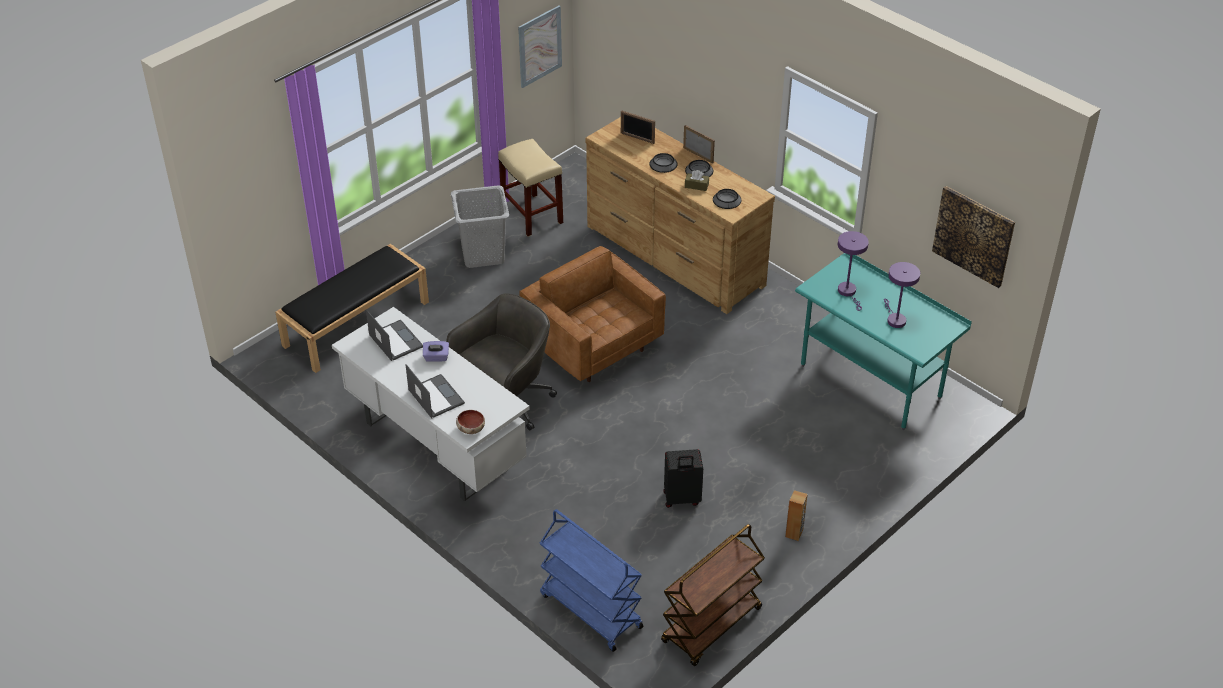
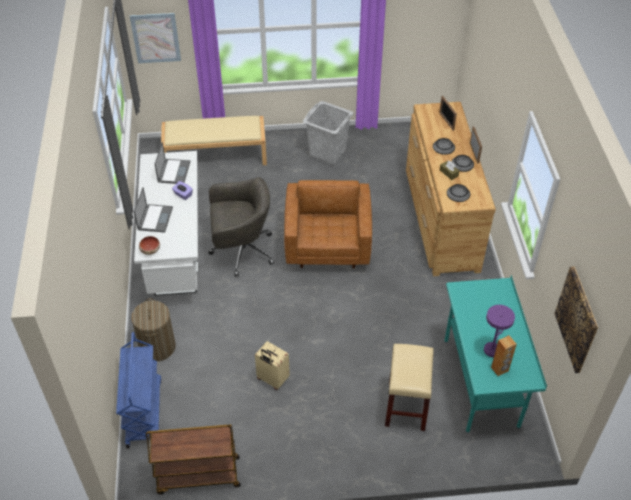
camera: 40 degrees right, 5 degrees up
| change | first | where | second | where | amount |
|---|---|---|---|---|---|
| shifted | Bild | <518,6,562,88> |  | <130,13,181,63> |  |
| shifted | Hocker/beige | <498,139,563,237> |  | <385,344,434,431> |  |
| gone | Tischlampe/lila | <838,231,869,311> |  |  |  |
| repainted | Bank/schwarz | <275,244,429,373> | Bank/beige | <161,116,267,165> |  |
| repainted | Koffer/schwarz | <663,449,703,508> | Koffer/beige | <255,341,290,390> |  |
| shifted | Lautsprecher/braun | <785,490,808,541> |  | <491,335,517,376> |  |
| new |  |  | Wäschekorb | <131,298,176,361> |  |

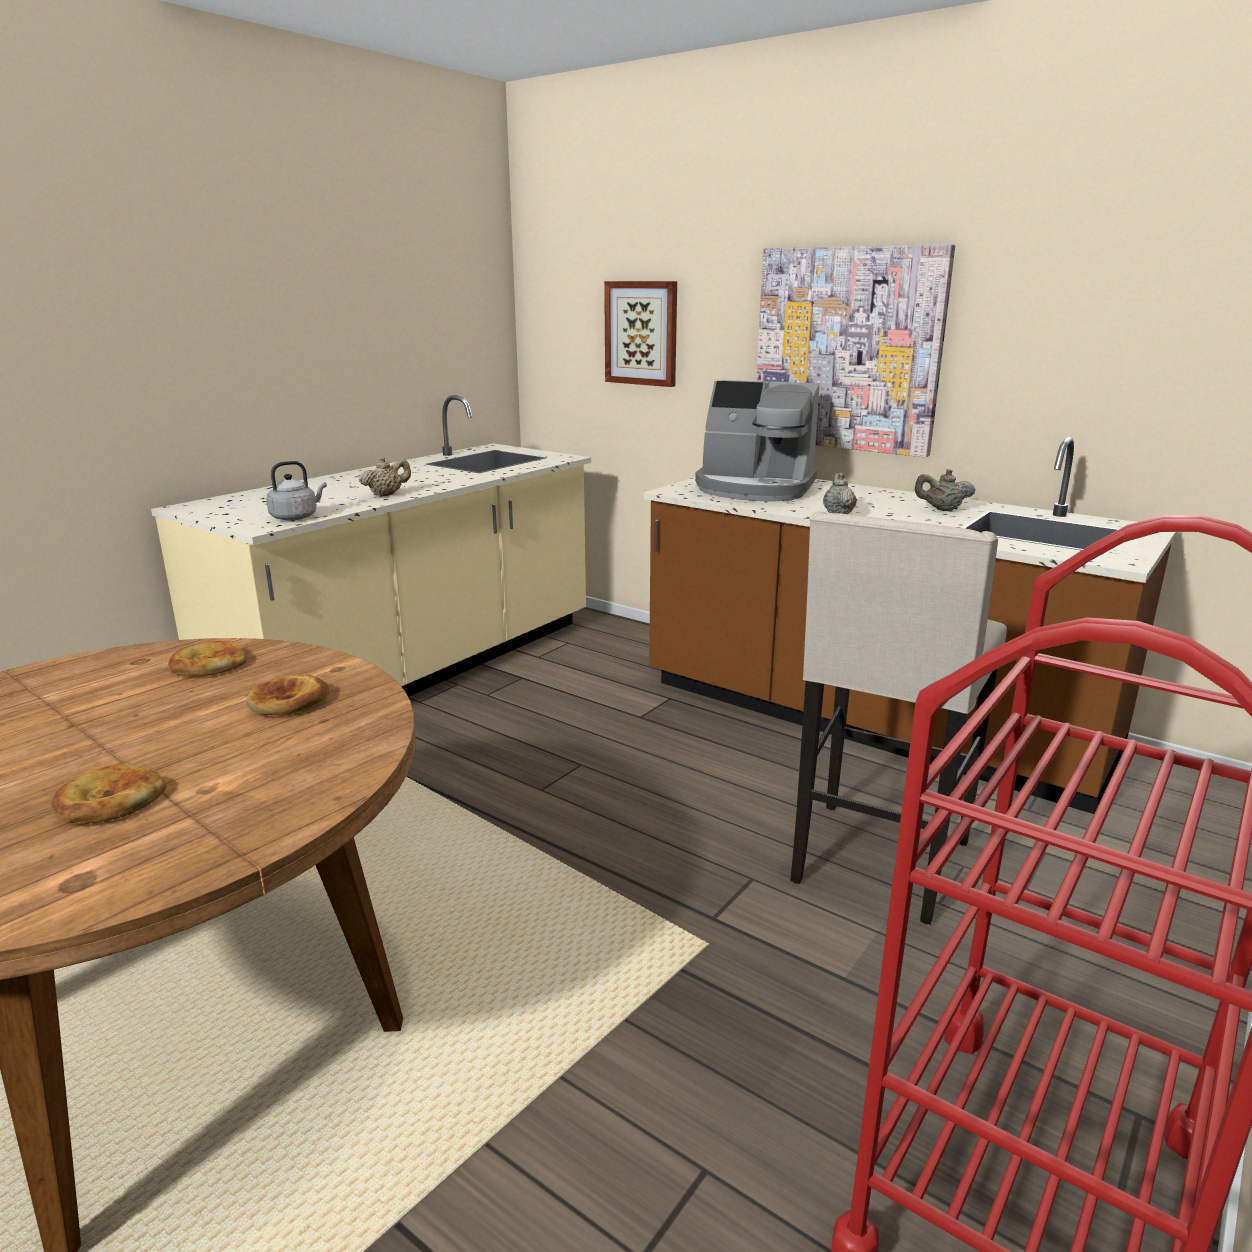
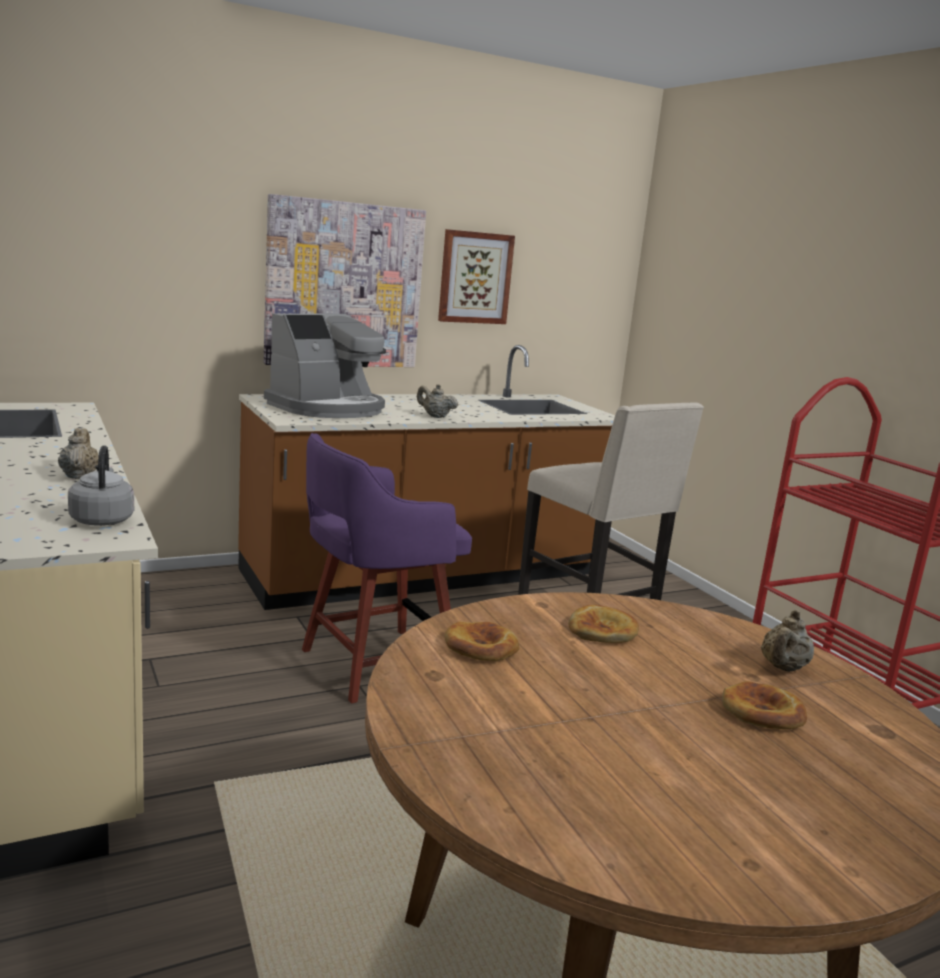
camera: 65 degrees left, 5 degrees down
| change | first | where | second | where | amount |
|---|---|---|---|---|---|
| shifted | Bild | <604,281,677,387> |  | <438,229,515,324> |  |
| shifted | Teekanne/beige | <915,469,976,511> |  | <761,610,814,672> |  |
| new |  |  | Hocker/lila | <302,433,472,704> |  |

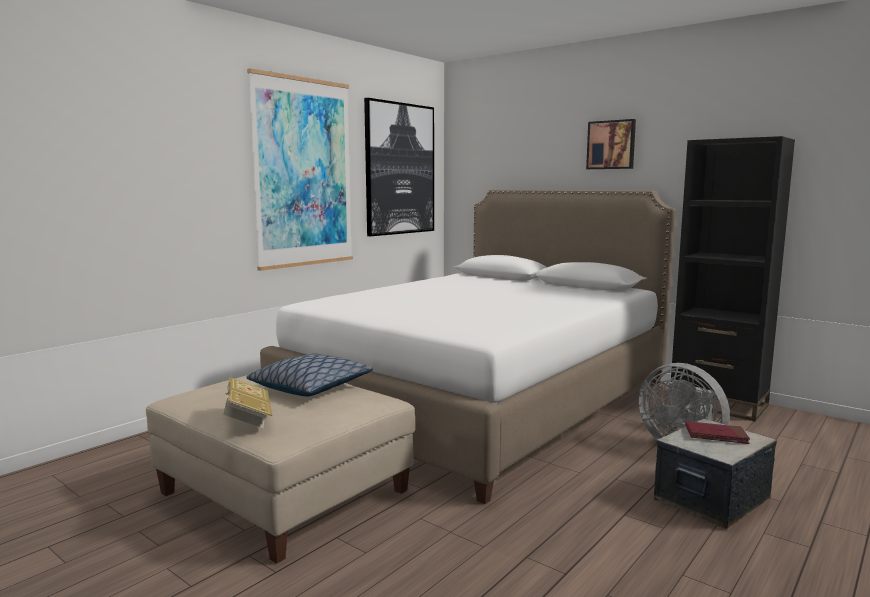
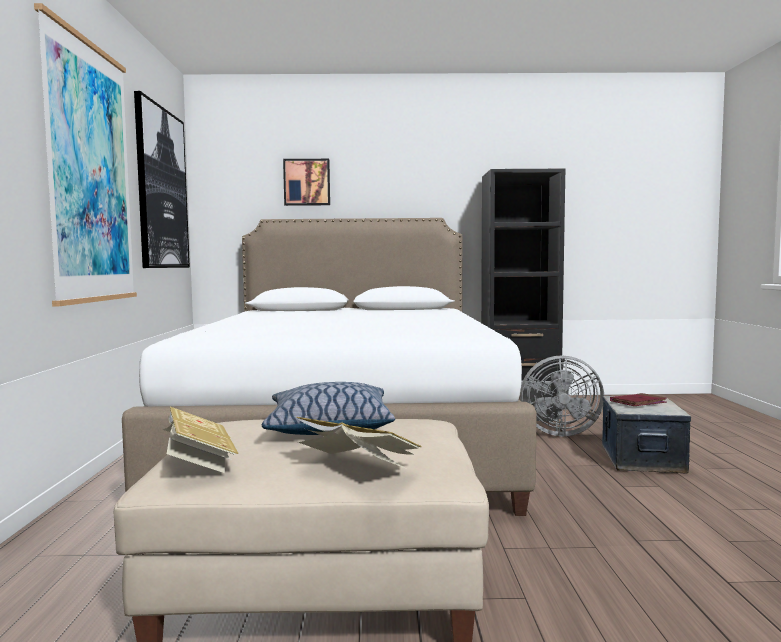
camera: 40 degrees left, 5 degrees down
| change | first | where | second | where | amount |
|---|---|---|---|---|---|
| shifted | Bild | <586,119,636,169> |  | <283,159,330,206> |  |
| new |  |  | Buch | <162,407,239,473> |  |

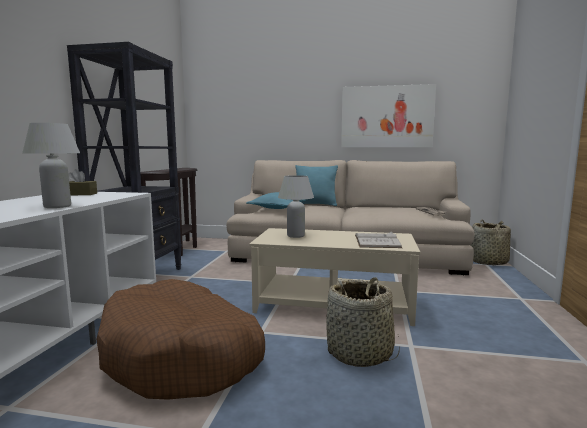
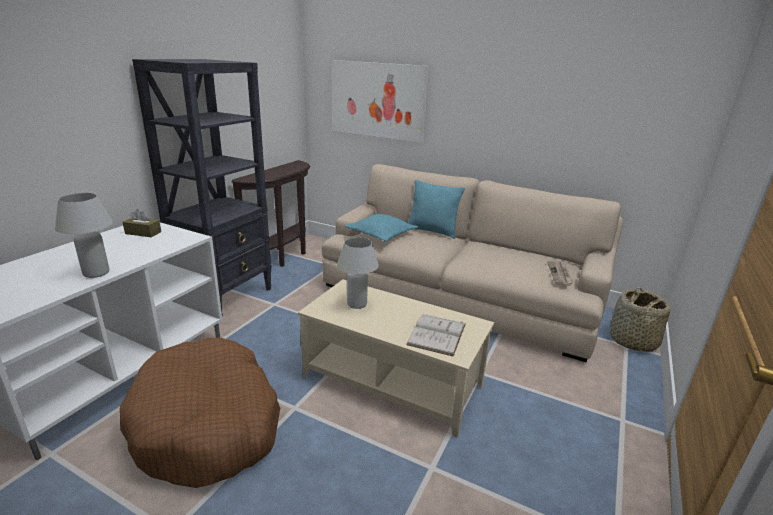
camera: 15 degrees right, 15 degrees up
| change | first | where | second | where | amount |
|---|---|---|---|---|---|
| shifted | Bild | <341,84,436,147> |  | <331,60,429,143> |  |
| gone | Korb | <326,277,400,367> |  |  |  |

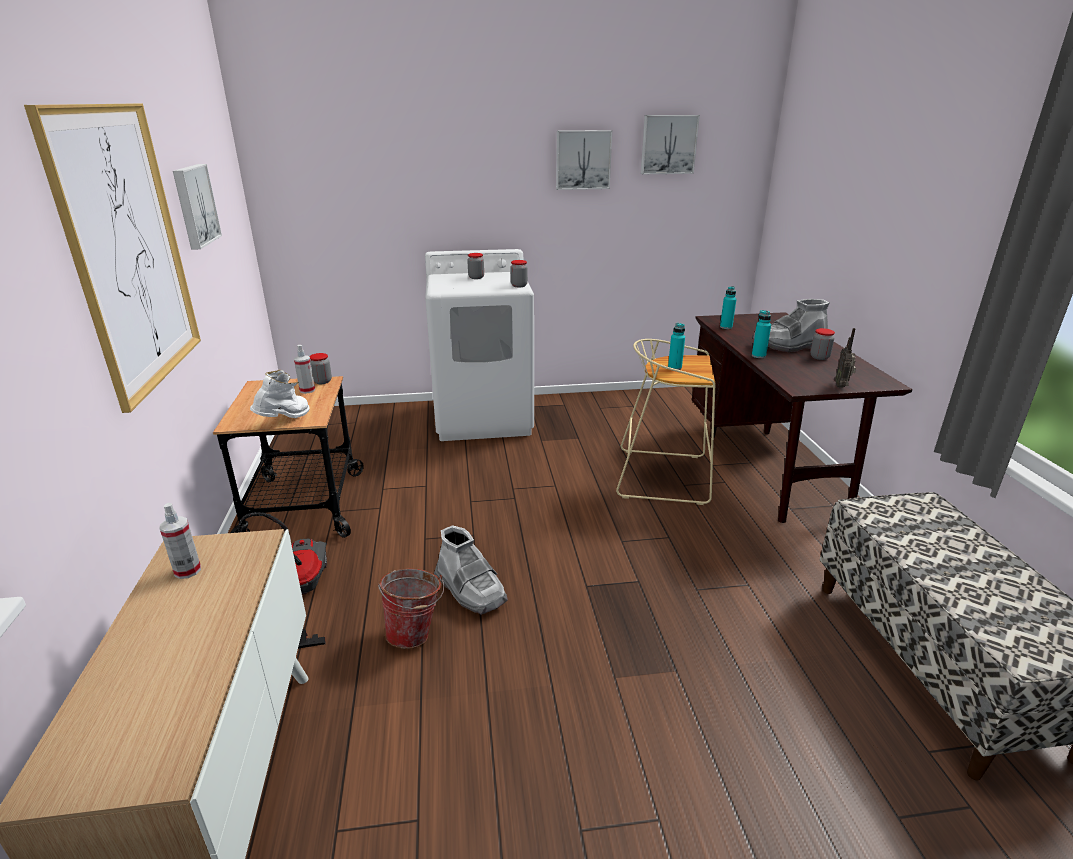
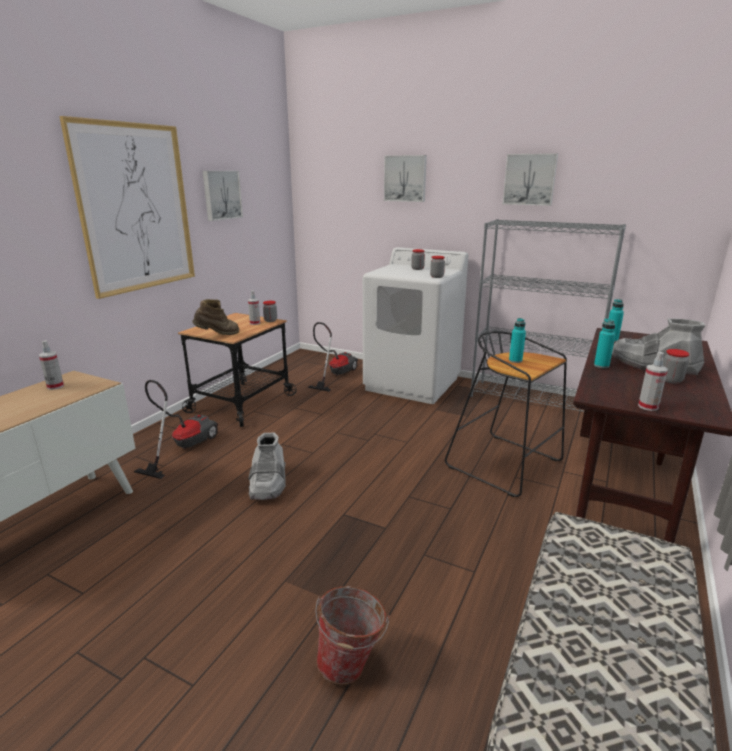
camera: 35 degrees right, 5 degrees down
| change | first | where | second | where | amount |
|---|---|---|---|---|---|
| shifted | Bild | <641,115,700,174> |  | <384,155,427,202> |  |
| swapped | Radio | <835,328,856,388> | Sprühflasche | <638,352,668,411> |  |
| repainted | Hocker/beige | <616,339,716,505> | Hocker/schwarz | <445,331,567,497> |  |
| repainted | Stiefel/weiß | <250,370,310,418> | Stiefel/braun | <192,299,239,335> |  |
| shifted | Eimer | <378,568,444,649> |  | <315,586,390,685> |  |
| new |  |  | Bücherregal/grau | <471,219,626,412> |  |
| new |  |  | Staubsauger | <308,322,358,392> |  |

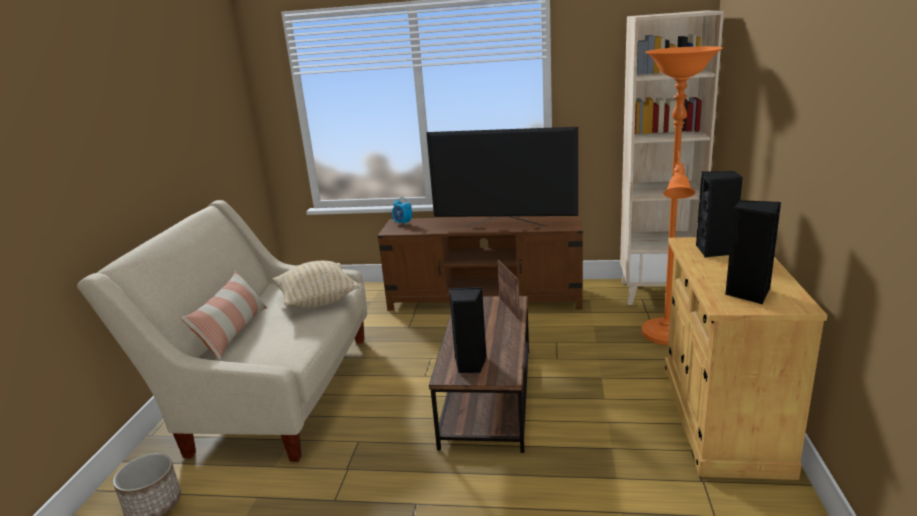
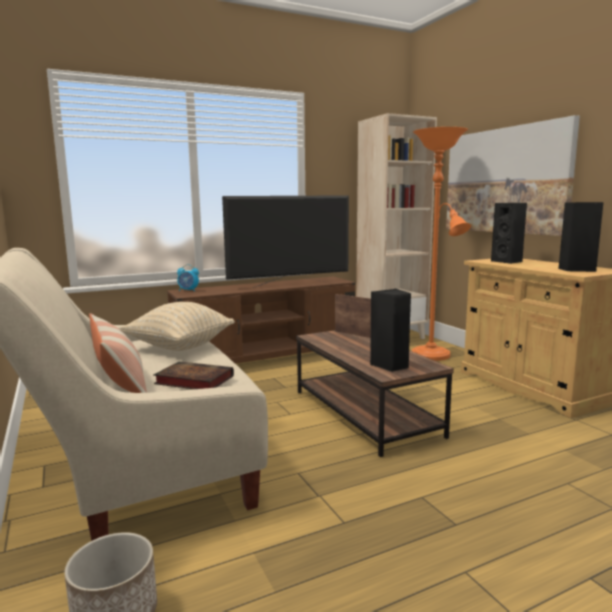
camera: 35 degrees left, 10 degrees down
| change | first | where | second | where | amount |
|---|---|---|---|---|---|
| new |  |  | Bild | <446,115,580,236> |  |
| new |  |  | Buch | <153,361,234,389> |  |

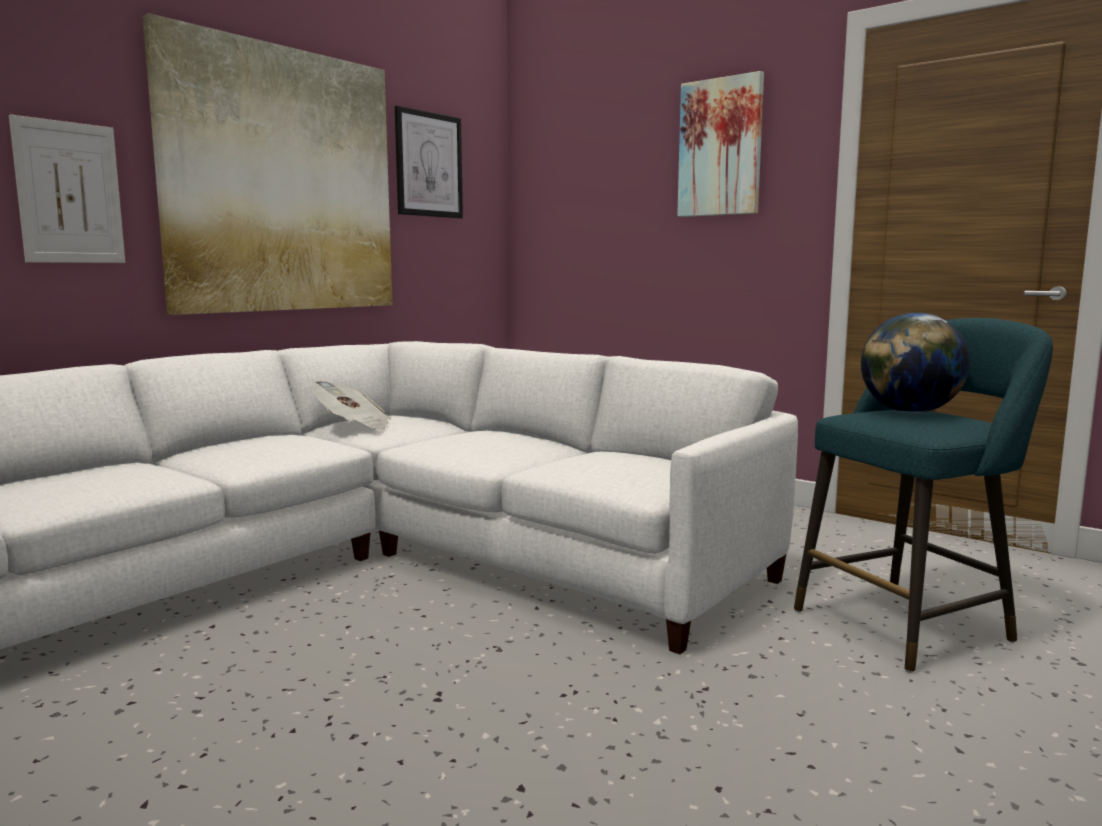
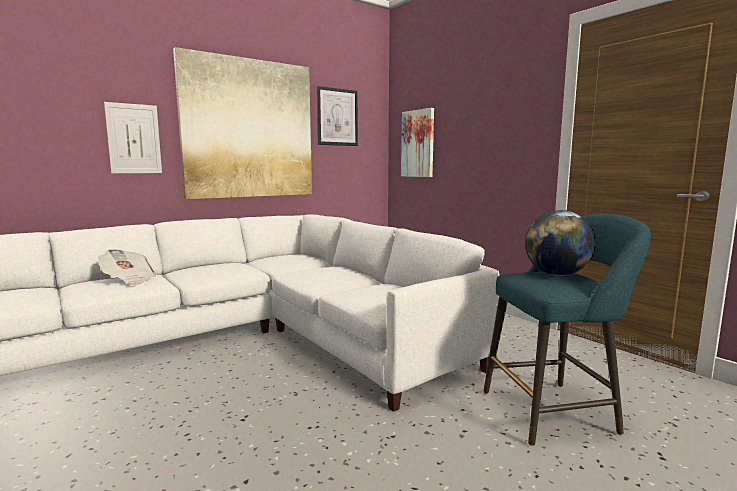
camera: 15 degrees right, 0 degrees up
| change | first | where | second | where | amount |
|---|---|---|---|---|---|
| shifted | Bild | <677,71,764,217> |  | <401,108,434,177> |  |
| shifted | Zeitung | <311,380,391,430> |  | <97,249,156,285> |  |

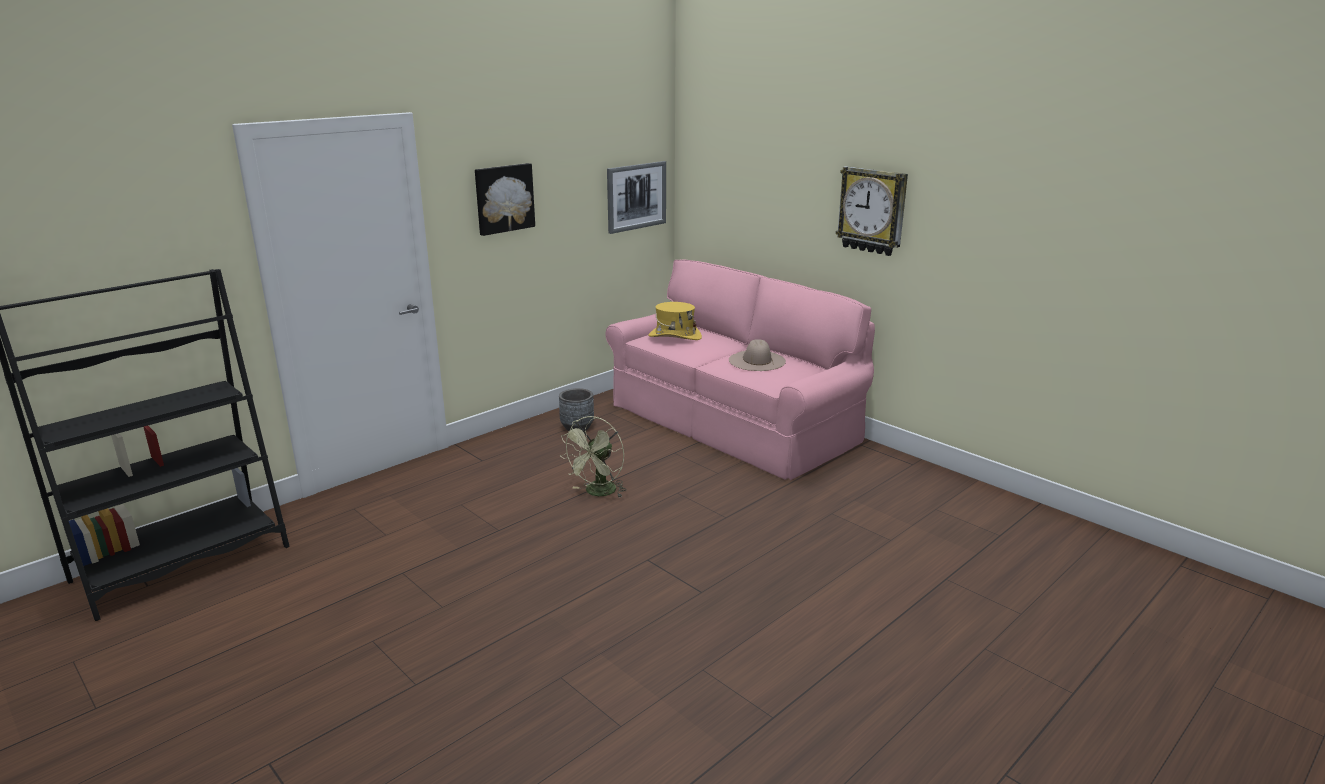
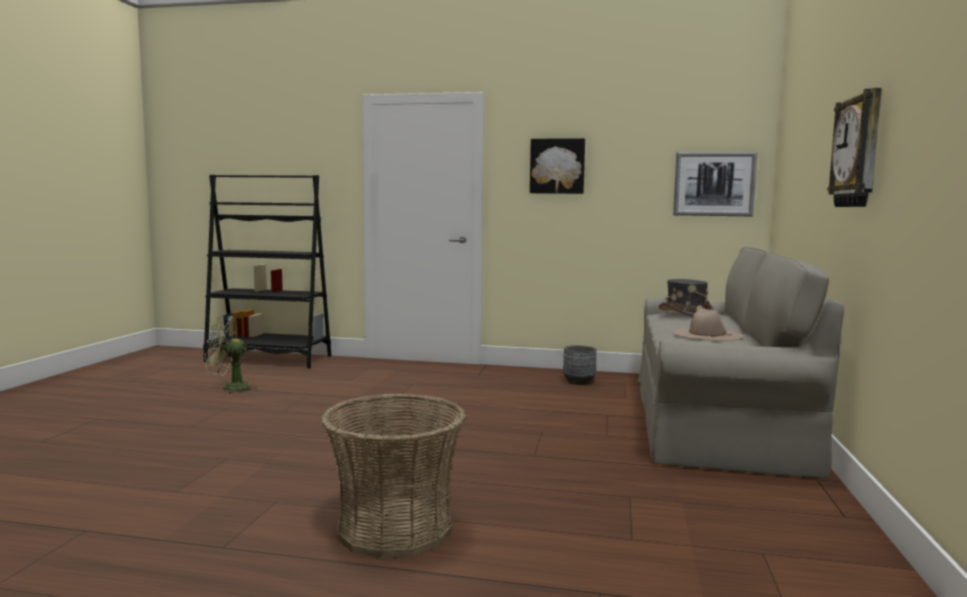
camera: 55 degrees right, 15 degrees down
| change | first | where | second | where | amount |
|---|---|---|---|---|---|
| repainted | Sofa/rosa | <606,260,875,480> | Sofa/grau | <638,247,844,478> |  |
| repainted | Hut/gelb | <648,302,702,340> | Hut/grau | <659,279,714,317> |  |
| shifted | Ventilator/grün | <560,416,627,498> |  | <205,316,257,394> |  |
| new |  |  | Korb | <320,393,466,559> |  |

